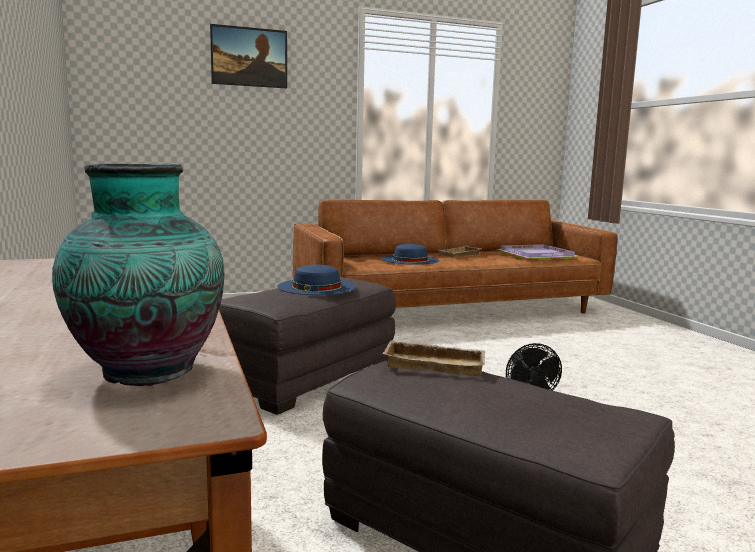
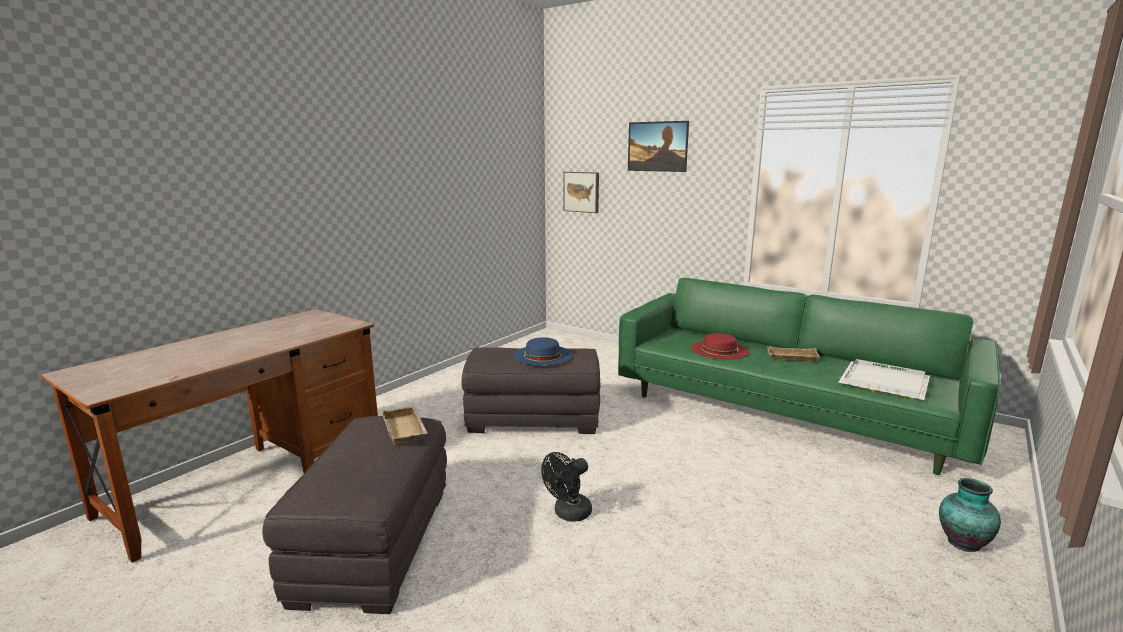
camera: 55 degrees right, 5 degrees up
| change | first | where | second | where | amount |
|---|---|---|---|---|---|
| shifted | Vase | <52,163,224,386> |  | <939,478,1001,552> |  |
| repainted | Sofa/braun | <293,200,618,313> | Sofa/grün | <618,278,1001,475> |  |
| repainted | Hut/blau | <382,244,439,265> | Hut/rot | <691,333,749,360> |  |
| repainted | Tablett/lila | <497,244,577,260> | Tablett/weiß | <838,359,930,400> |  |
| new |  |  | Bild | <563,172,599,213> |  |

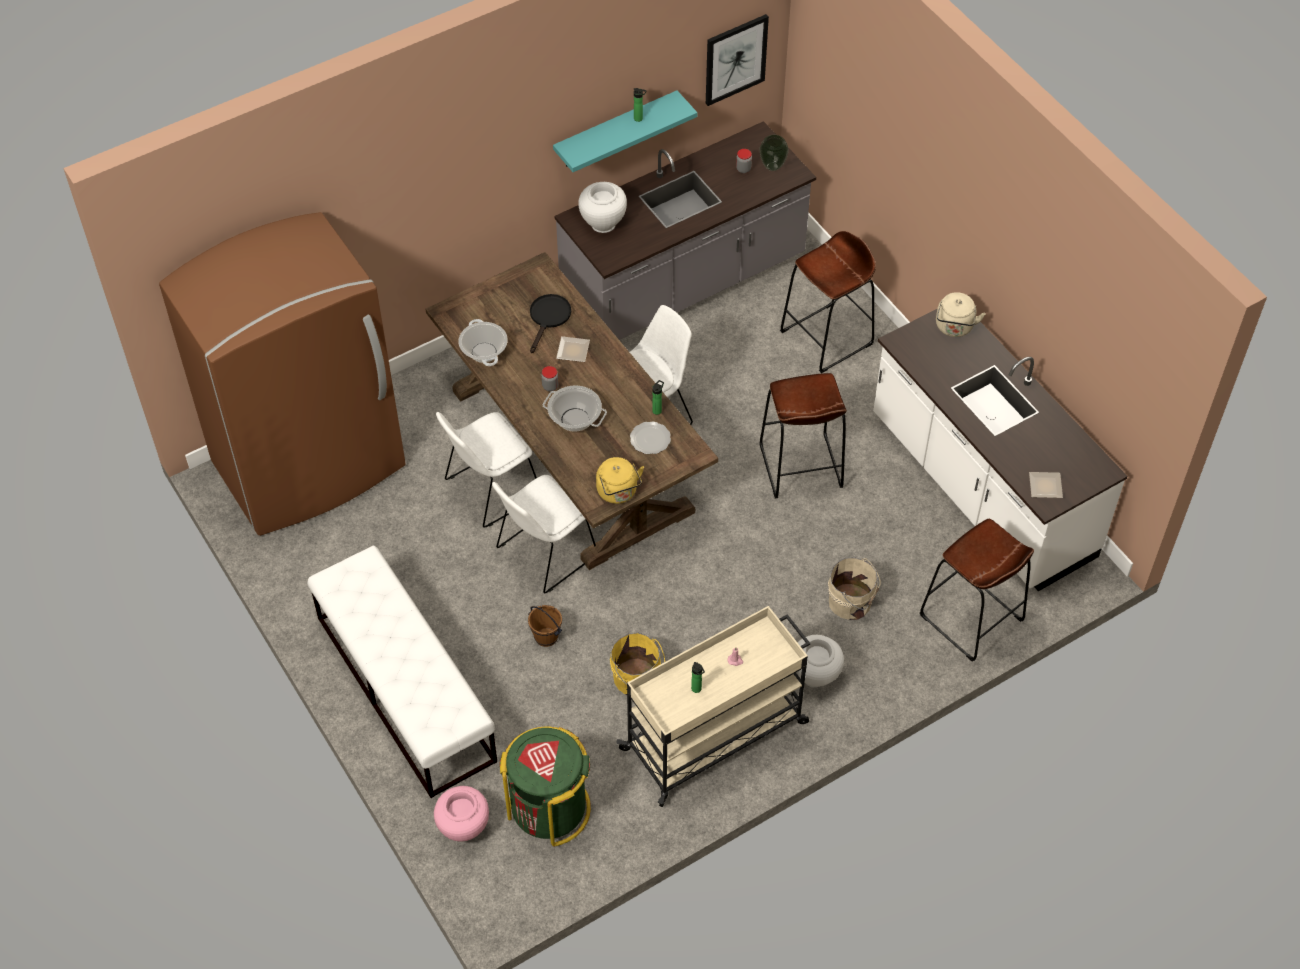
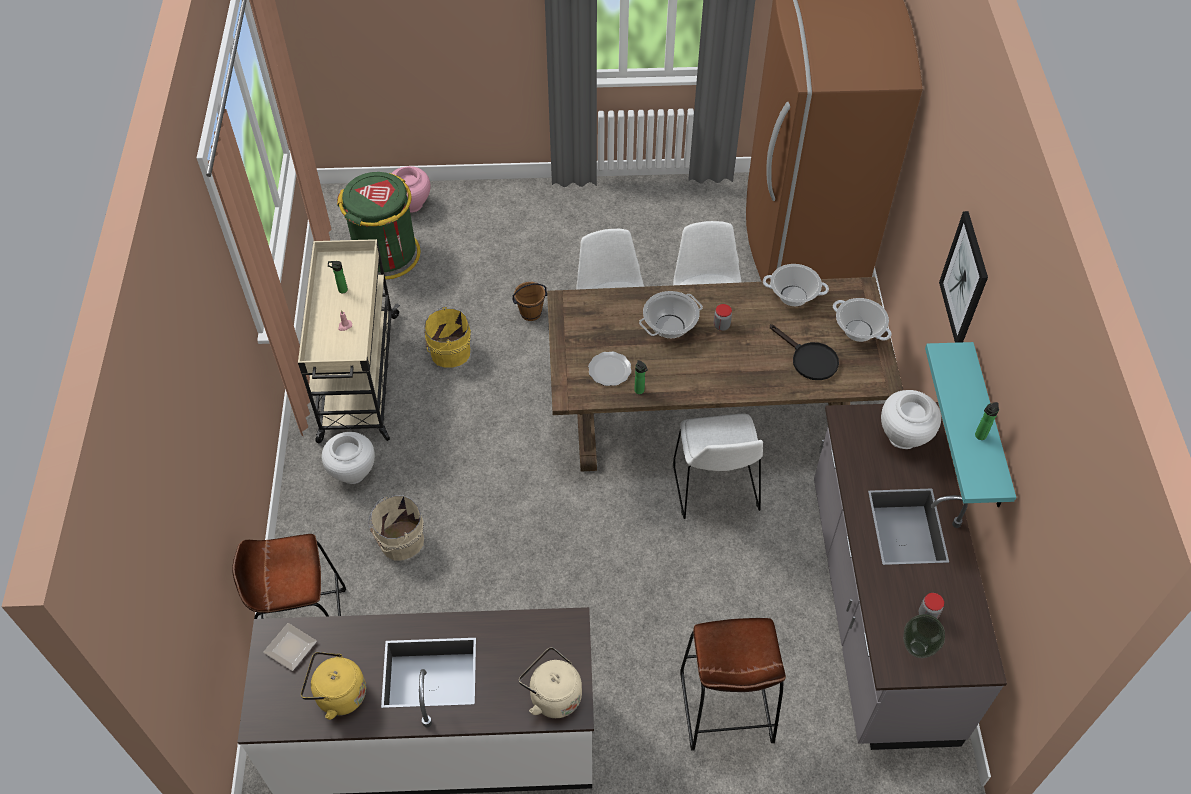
camera: 120 degrees right, 0 degrees up
| change | first | where | second | where | amount |
|---|---|---|---|---|---|
| shifted | Bild | <706,14,769,106> |  | <939,211,988,343> |  |
| gone | Teller | <556,336,590,362> |  |  |  |
| gone | Hocker/braun | <760,373,847,498> |  |  |  |
| shifted | Wasserkessel/gelb | <596,457,644,504> |  | <301,652,366,720> |  |
| gone | Bank/weiß | <307,546,497,798> |  |  |  |
| new |  |  | Kochtopf | <833,298,892,342> |  |

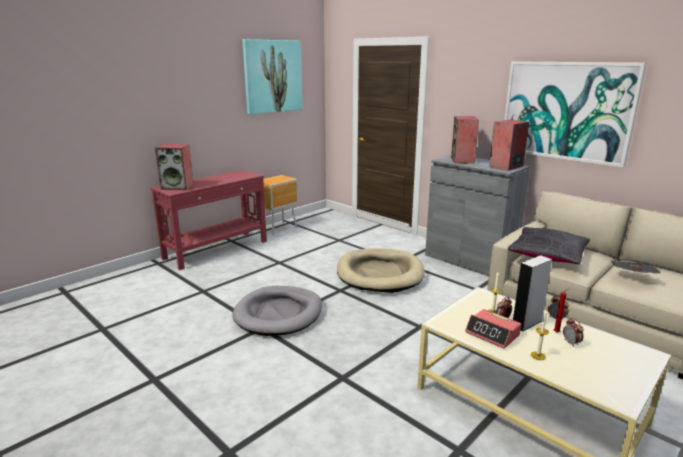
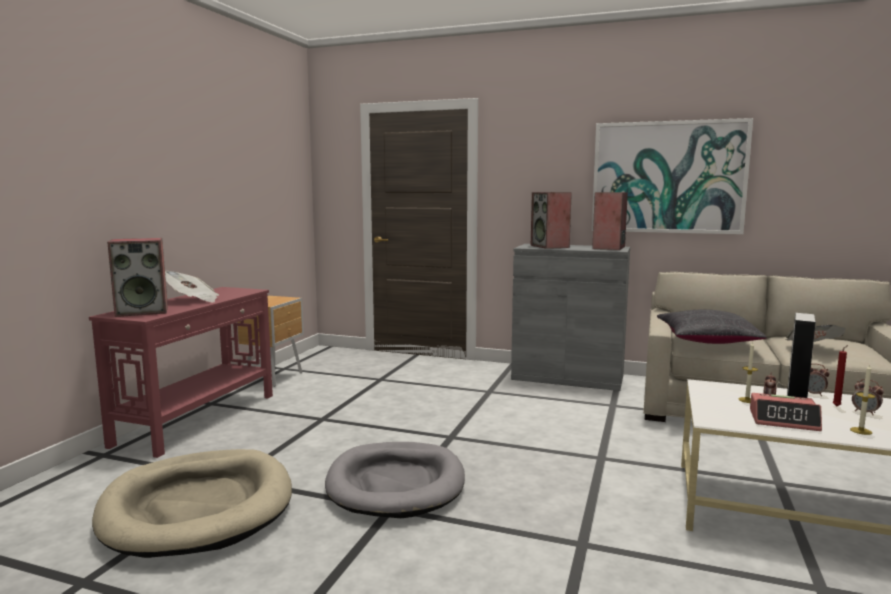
camera: 25 degrees left, 10 degrees down
| change | first | where | second | where | amount |
|---|---|---|---|---|---|
| gone | Bild | <242,39,302,115> |  |  |  |
| shifted | Hundebett/beige | <337,248,425,293> |  | <92,449,292,558> |  |
| new |  |  | Zeitung | <165,271,219,303> |  |

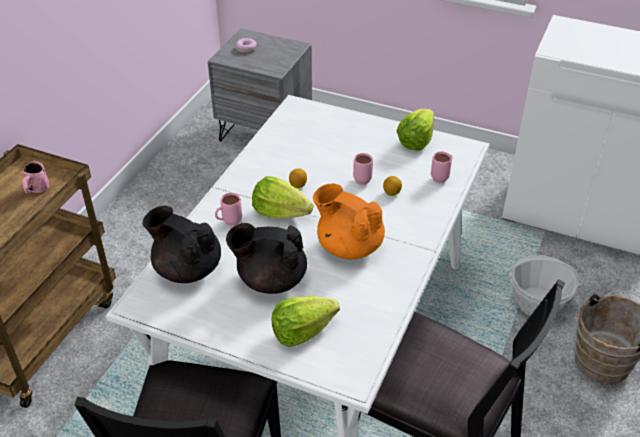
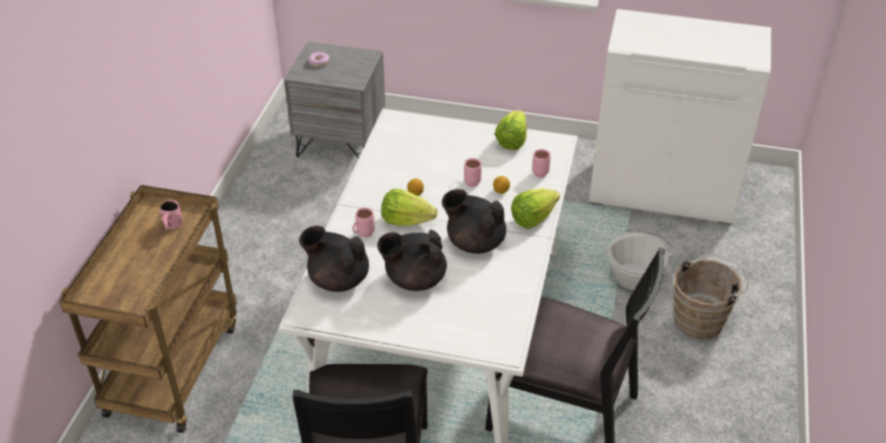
camera: 10 degrees left, 0 degrees up
| change | first | where | second | where | amount |
|---|---|---|---|---|---|
| repainted | Teekanne/orange | <313,184,385,259> | Teekanne/schwarz | <442,189,506,254> |  |
| shifted | Salatkopf | <272,296,340,347> |  | <511,188,560,229> |  |

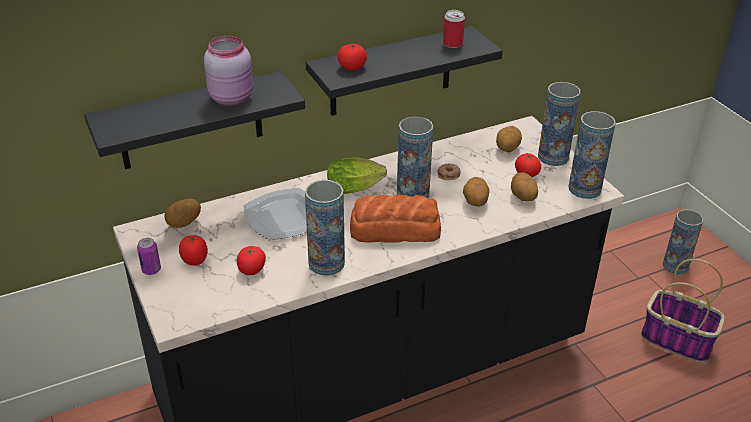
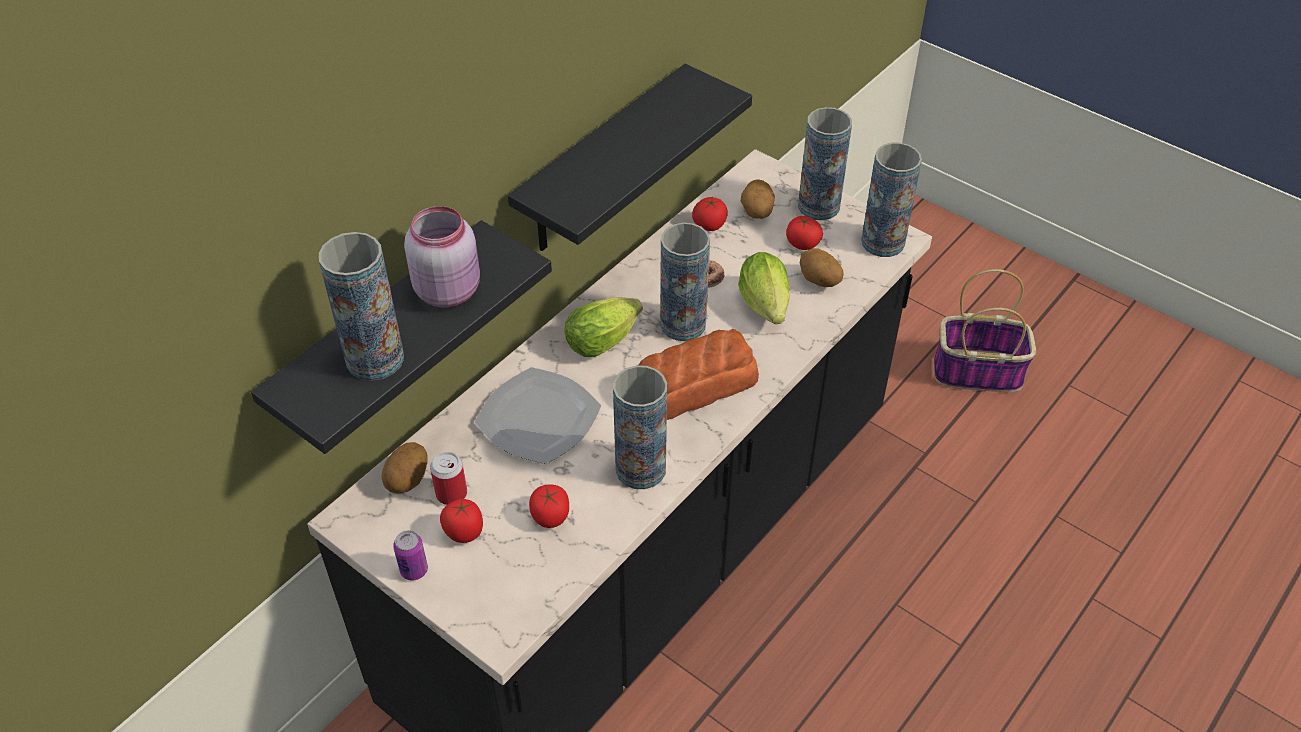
camera: 25 degrees left, 10 degrees up
| change | first | where | second | where | amount |
|---|---|---|---|---|---|
| shifted | Dose | <443,10,465,48> |  | <430,452,467,505> |  |
| shifted | Tomate | <338,44,367,70> |  | <692,197,728,231> |  |
| swapped | Kartoffel | <463,177,490,207> | Salatkopf | <738,252,790,324> |  |
| shifted | Vase | <663,209,703,274> |  | <319,232,404,381> |  |

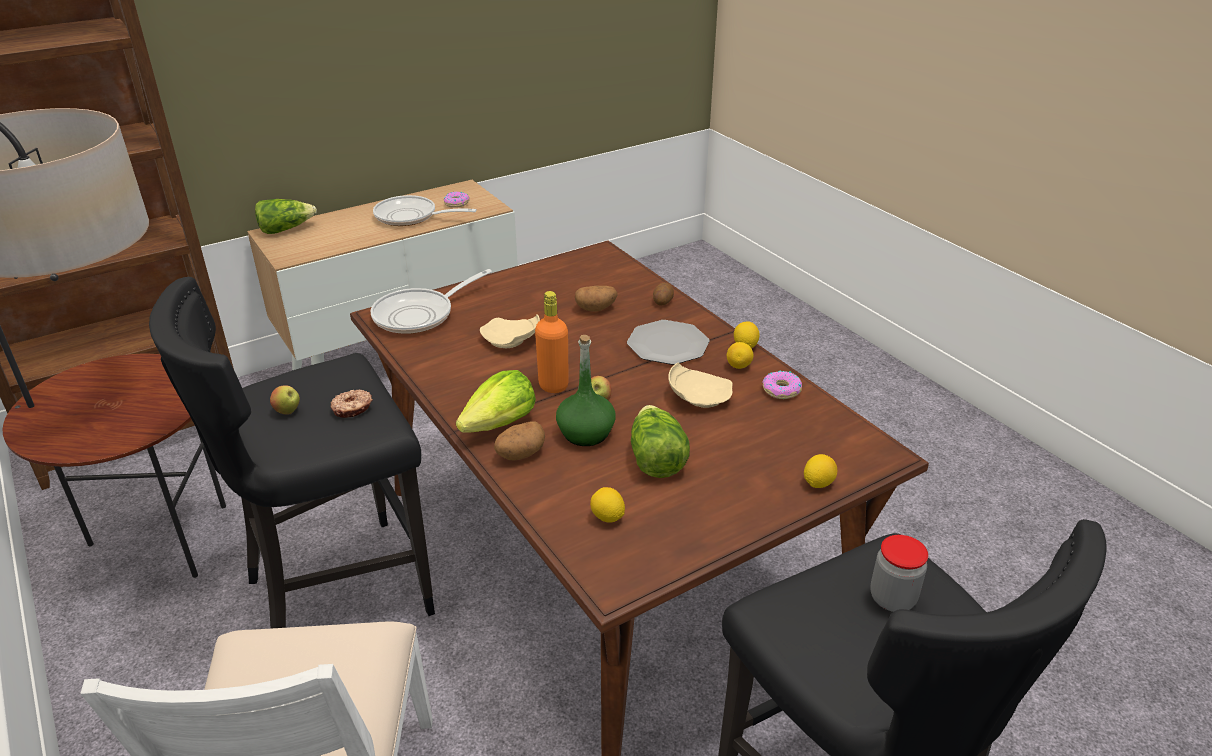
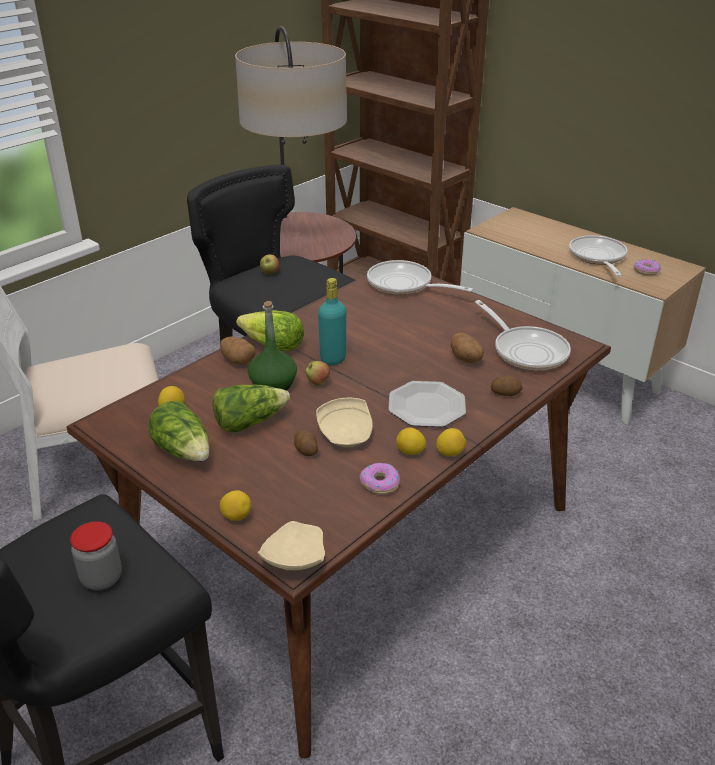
camera: 75 degrees right, 0 degrees up
| change | first | where | second | where | amount |
|---|---|---|---|---|---|
| shifted | Salatkopf | <255,199,317,234> |  | <148,401,209,461> |  |
| repainted | Flasche/orange | <535,291,569,393> | Flasche/türkis | <318,278,346,365> |  |
| shifted | Teller/beige | <480,314,540,348> |  | <257,521,325,570> |  |
| gone | Donut | <331,389,373,418> |  |  |  |
| new |  |  | Pfanne | <475,300,571,371> |  |
| new |  |  | Kartoffel | <294,429,318,456> |  |

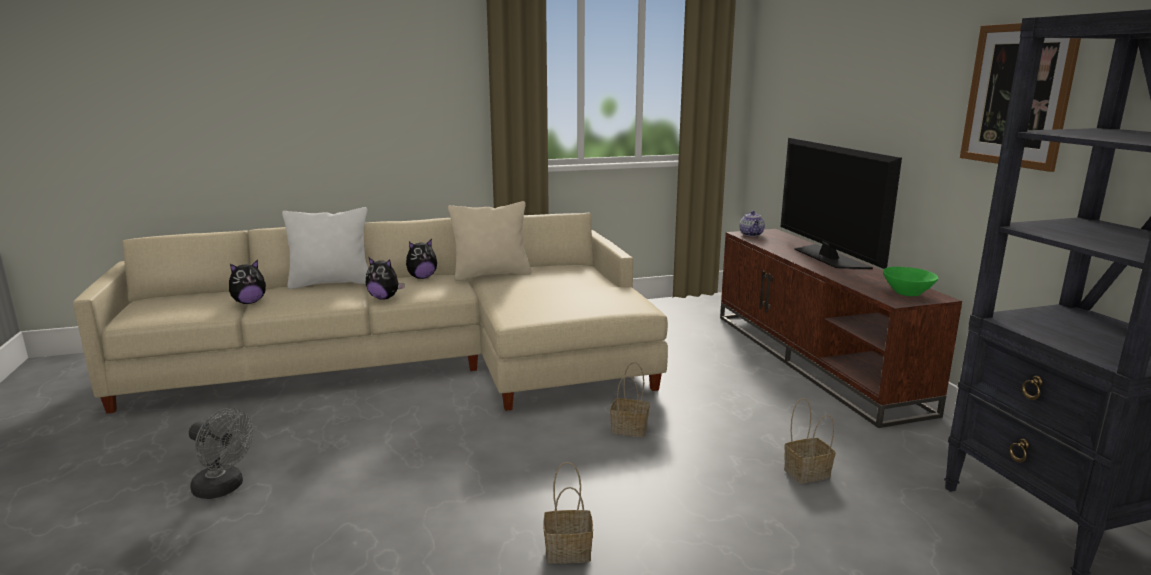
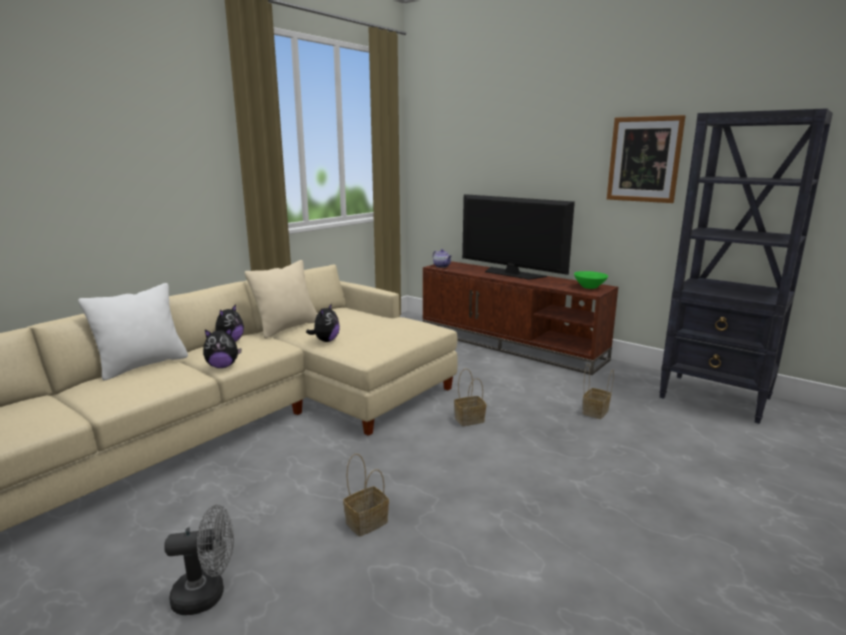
camera: 35 degrees left, 0 degrees up
| change | first | where | second | where | amount |
|---|---|---|---|---|---|
| shifted | Plüschtier | <229,260,266,304> |  | <306,303,340,342> |  |
| shifted | Korb | <543,462,593,564> |  | <343,454,389,537> |  |

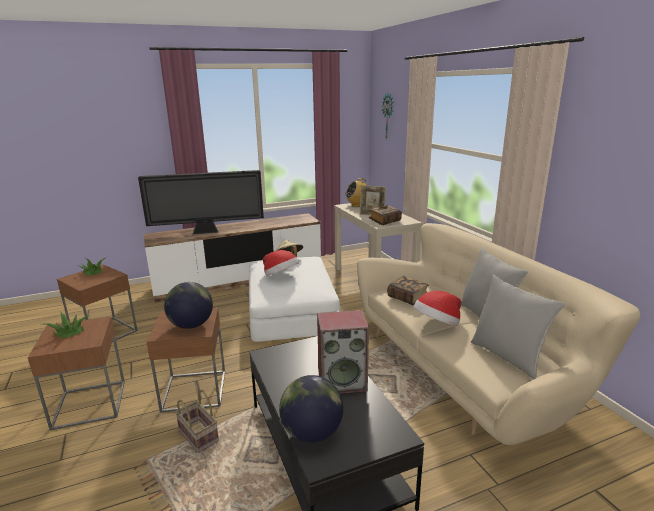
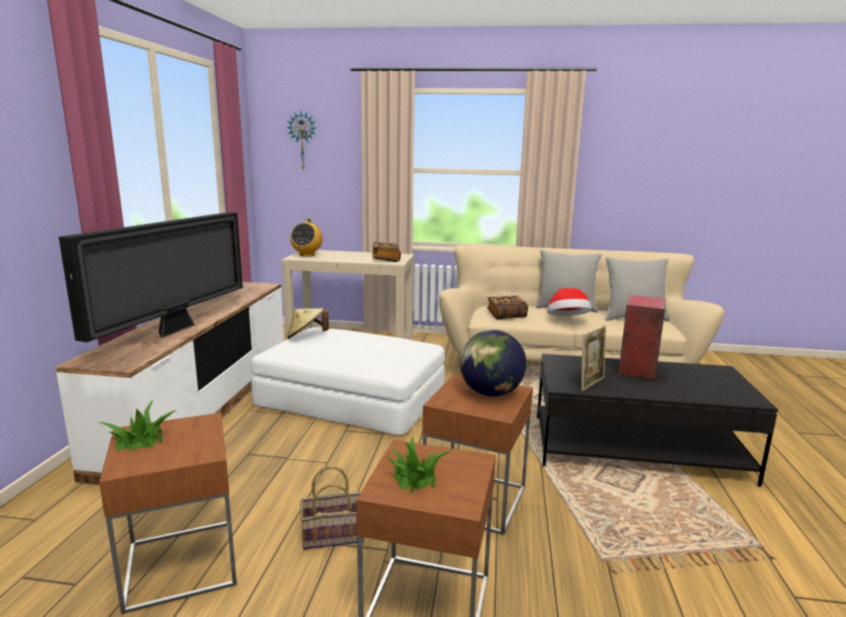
camera: 60 degrees left, 5 degrees down
| change | first | where | second | where | amount |
|---|---|---|---|---|---|
| shifted | Bilderrahmen | <360,185,386,215> |  | <581,326,606,391> |  |
| gone | Hut | <263,250,299,276> |  |  |  |
| gone | Globus | <279,375,343,443> |  |  |  |
| shifted | Korb | <175,390,219,453> |  | <300,466,364,550> |  |

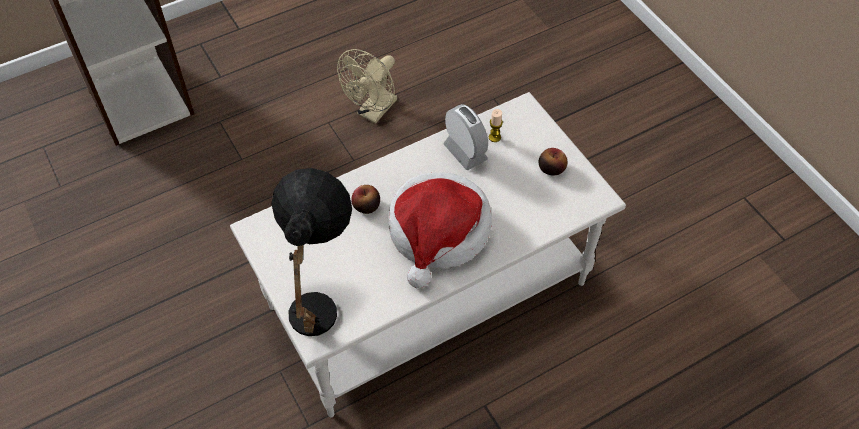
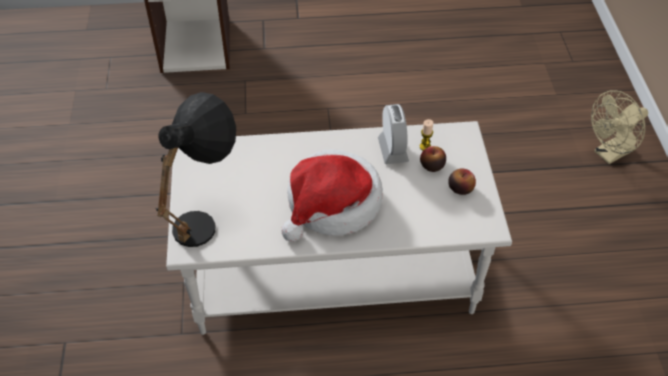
camera: 25 degrees right, 5 degrees down
| change | first | where | second | where | amount |
|---|---|---|---|---|---|
| shifted | Ventilator/beige | <337,49,397,124> |  | <591,90,648,164> |  |
| shifted | Apfel | <351,185,380,214> |  | <420,146,446,172> |  |

